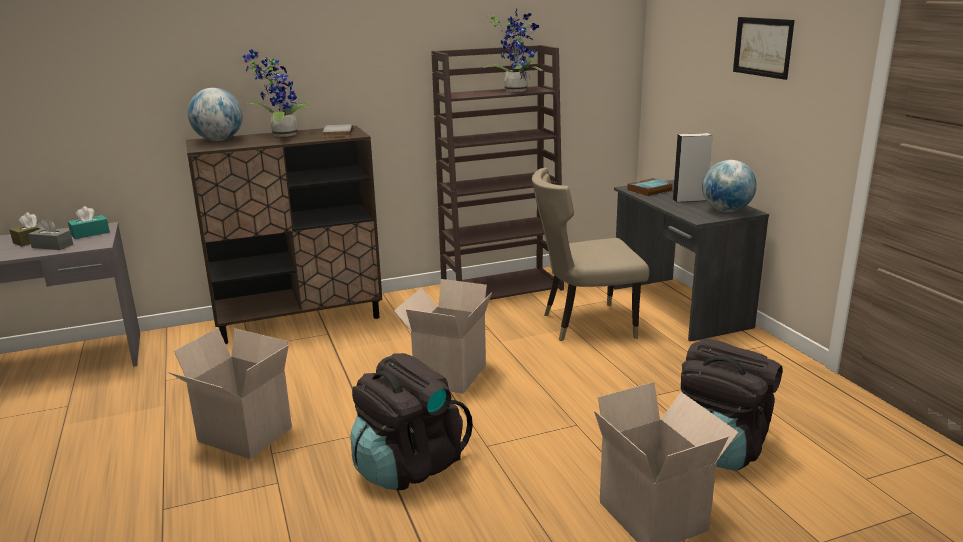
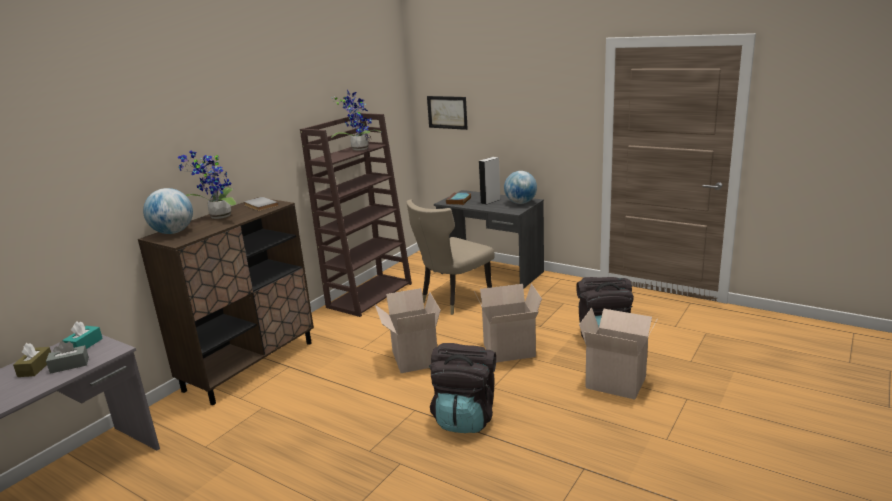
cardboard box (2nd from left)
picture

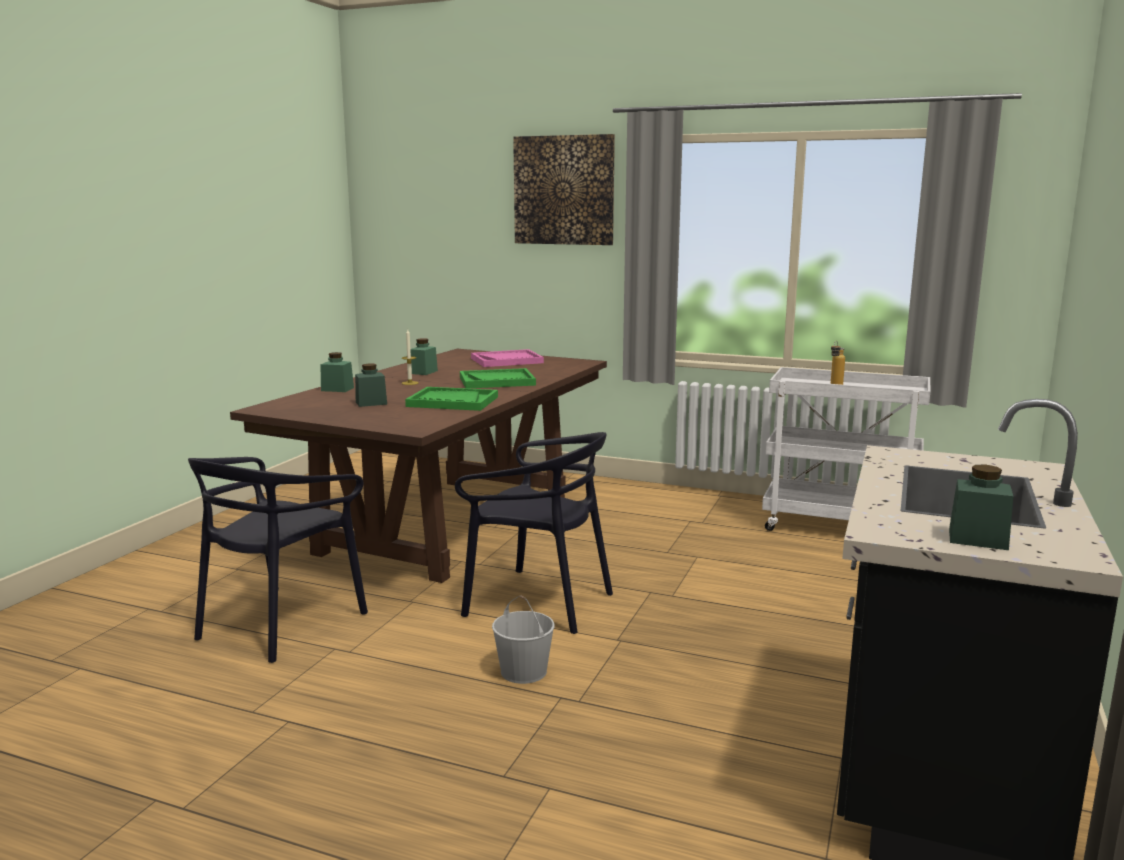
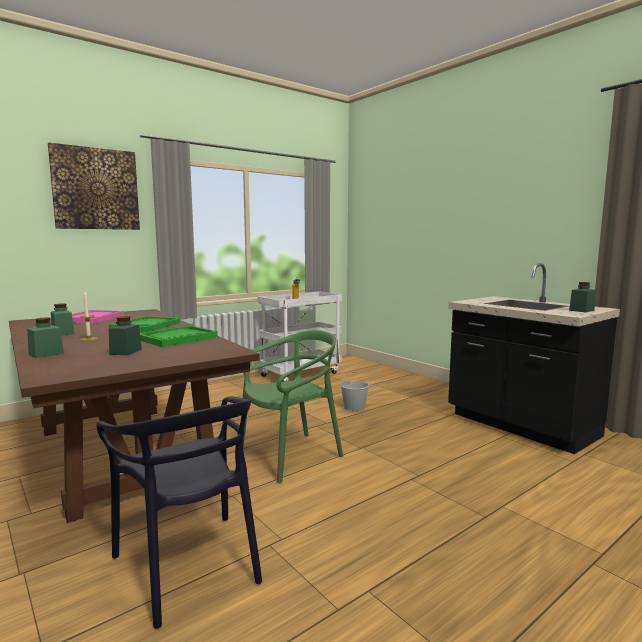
white bucket
green chair

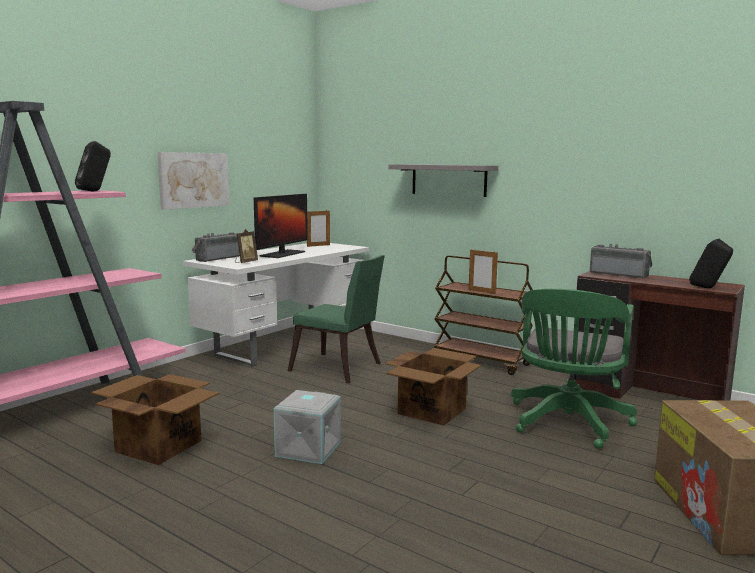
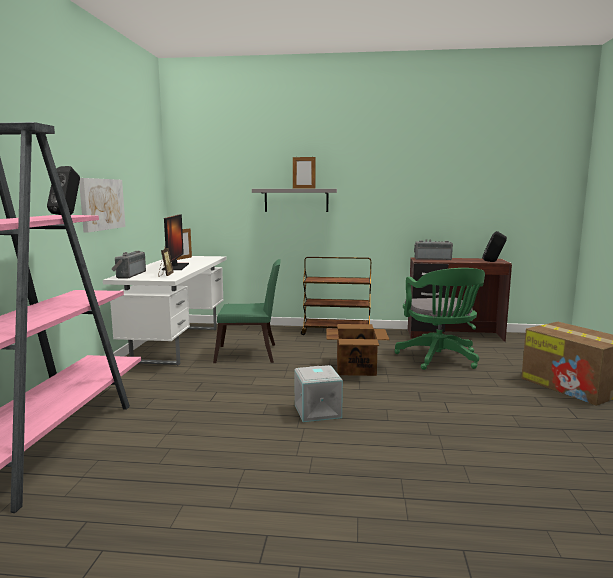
cardboard box (1st from left in the first image)
picture frame (3rd from left)

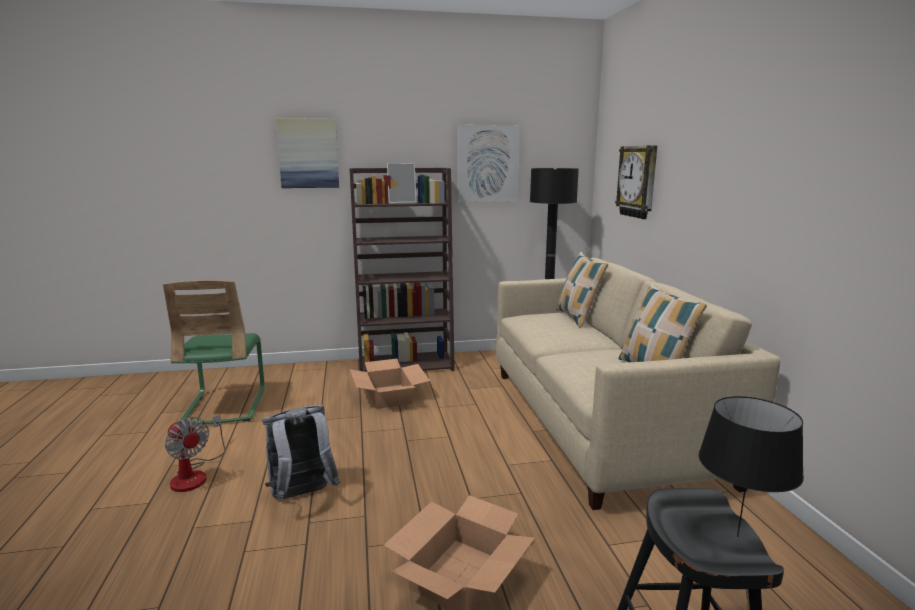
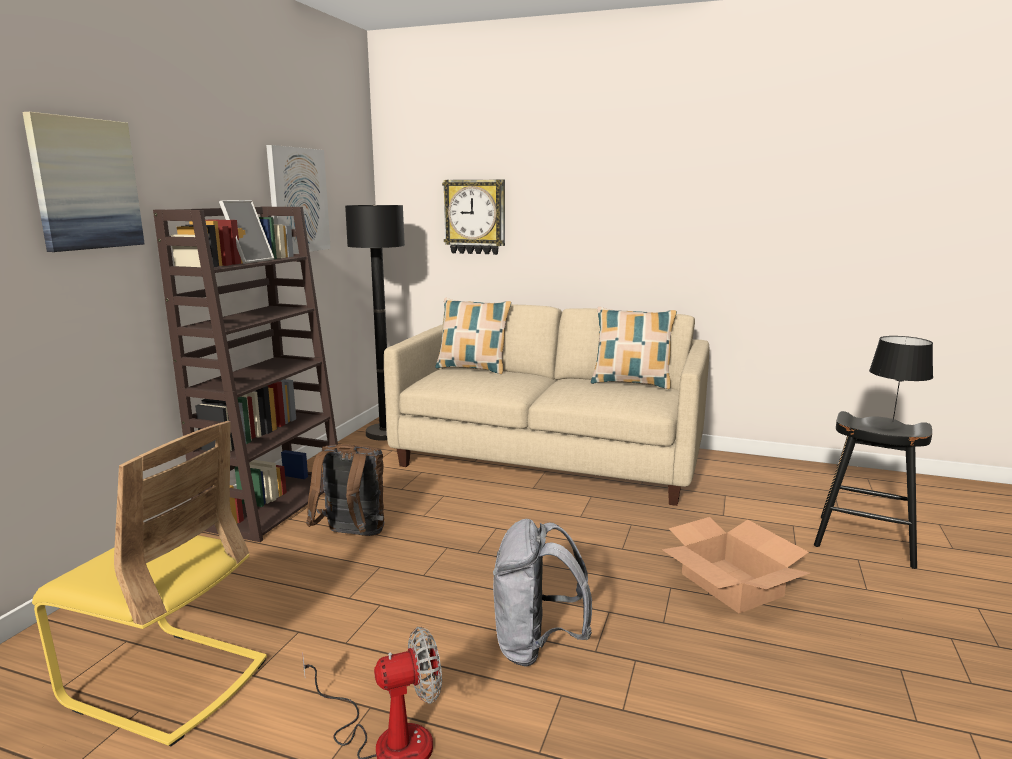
brown backpack
yellow chair

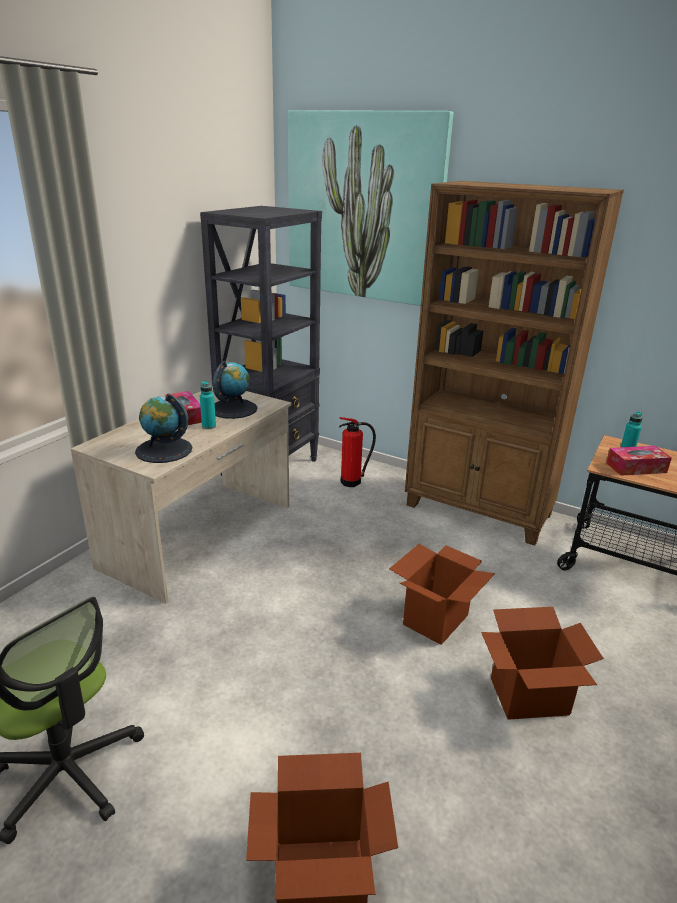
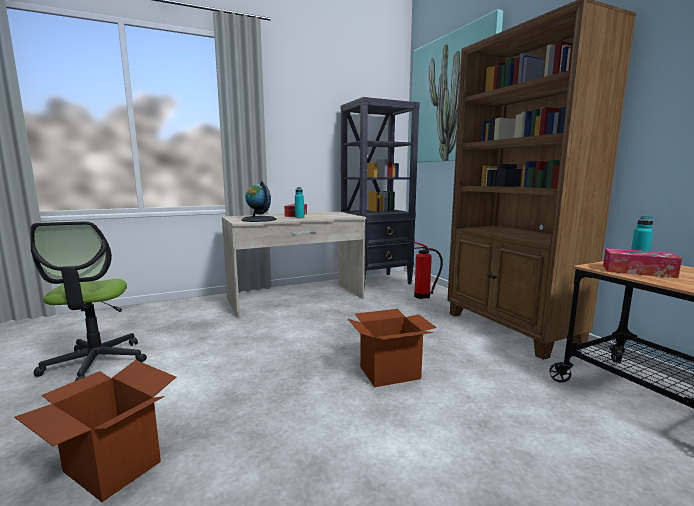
globe (2nd from left in the first image)
cardboard box (3rd from left in the first image)

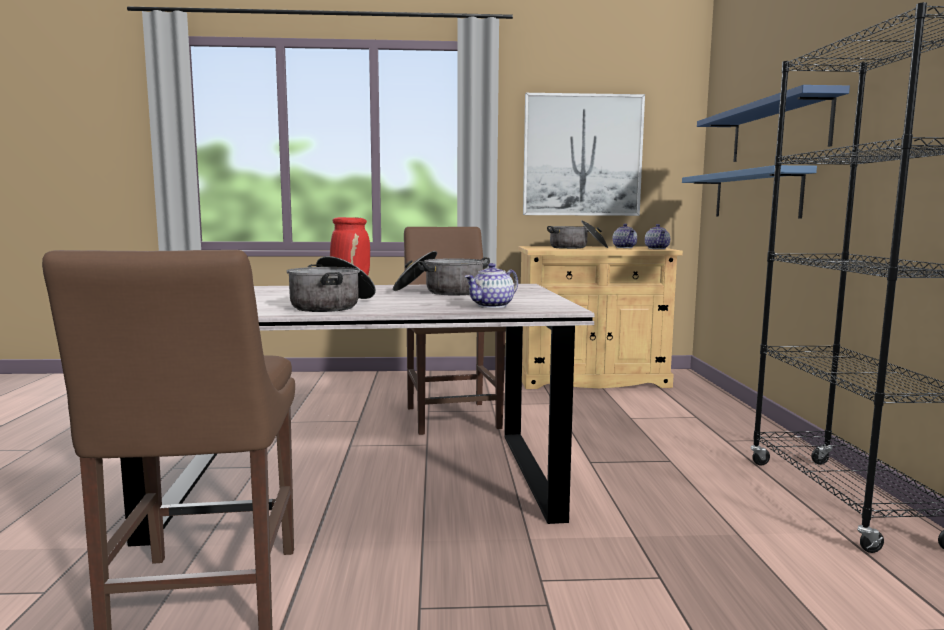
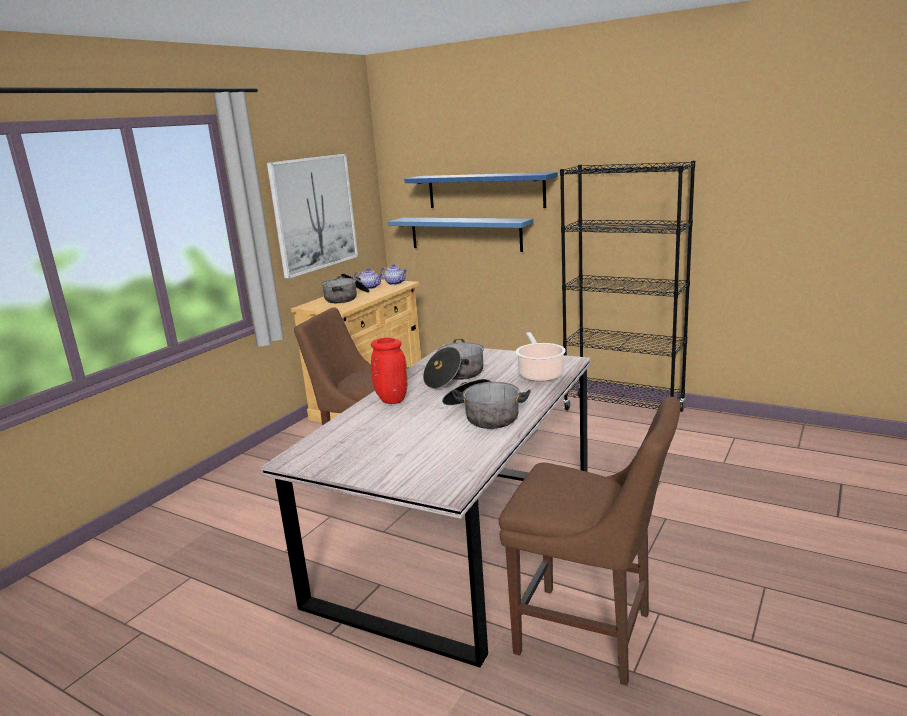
cooking pot (4th from left)

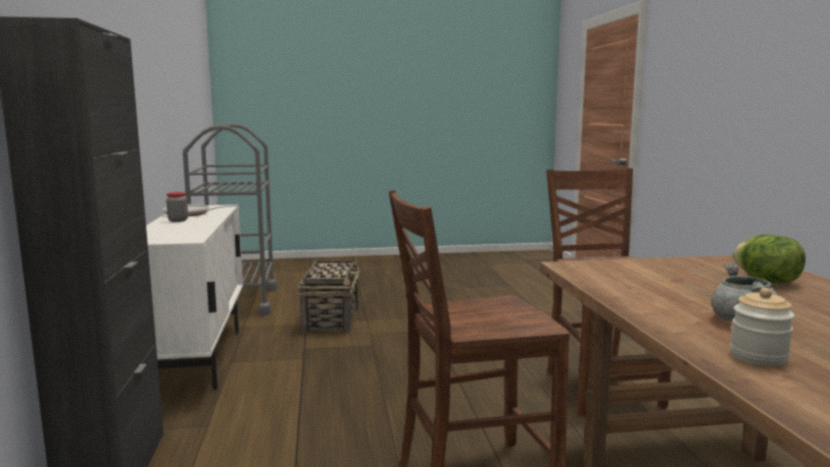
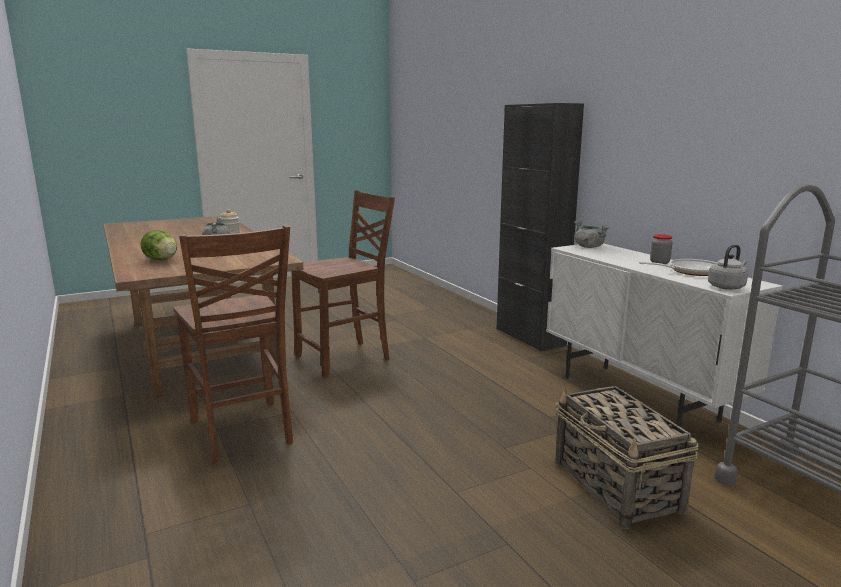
grey cooking pot (2nd from left)
grey kettle

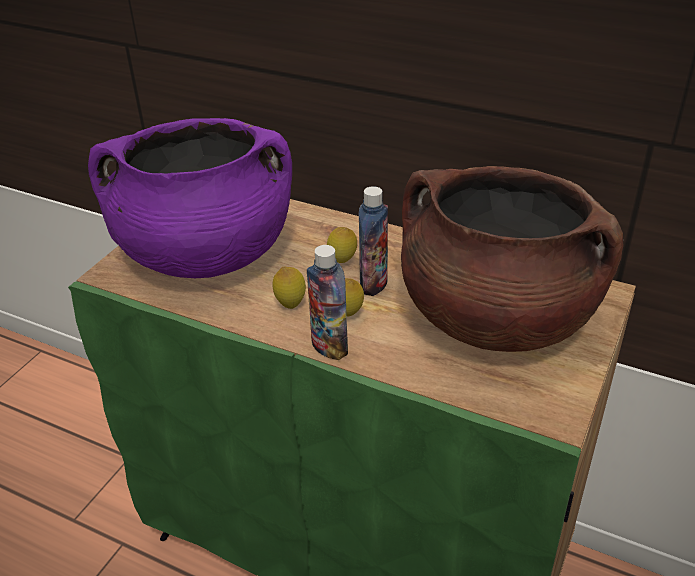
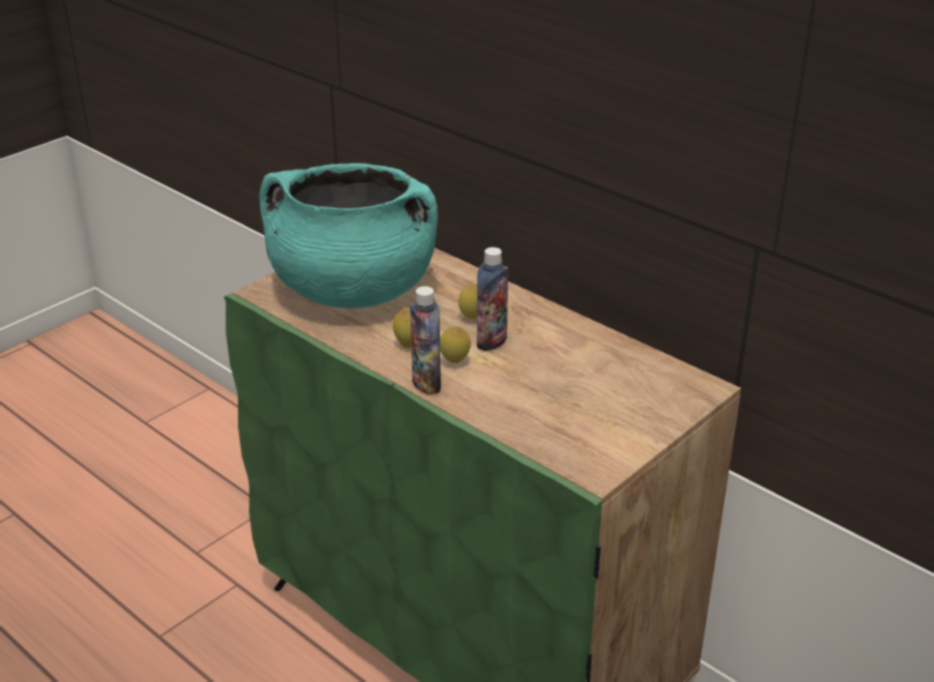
brown cooking pot
turquoise cooking pot

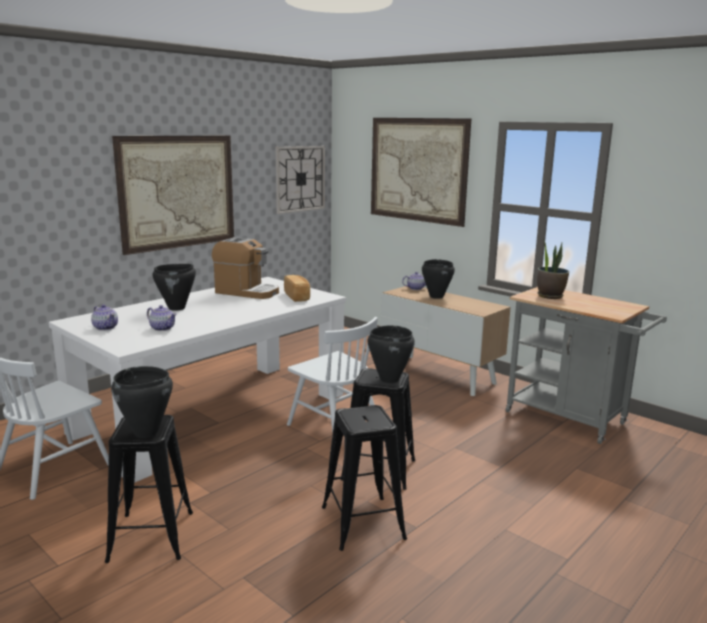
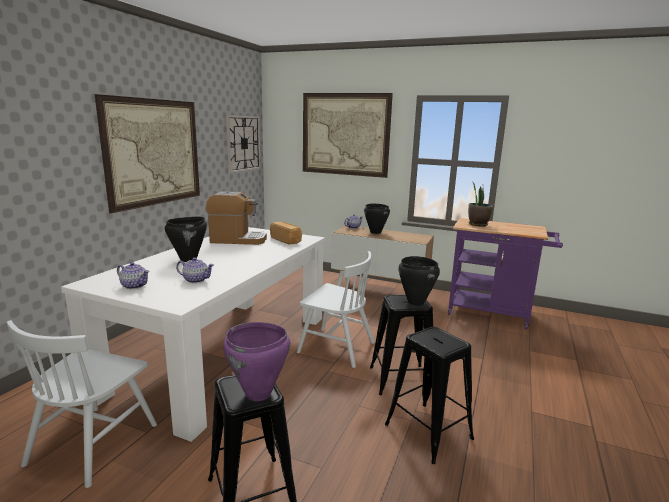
purple cooking pot
purple cart

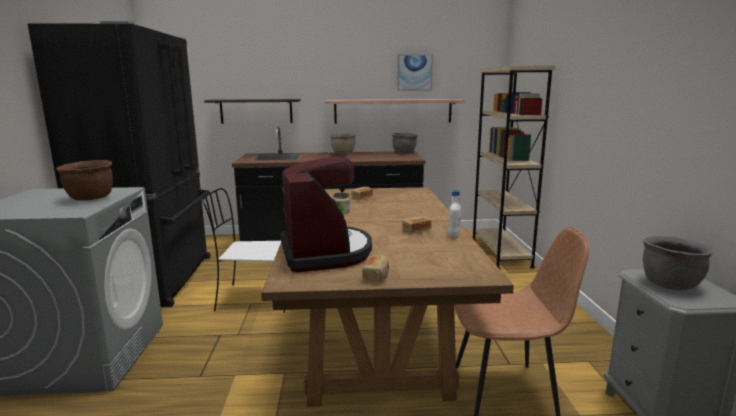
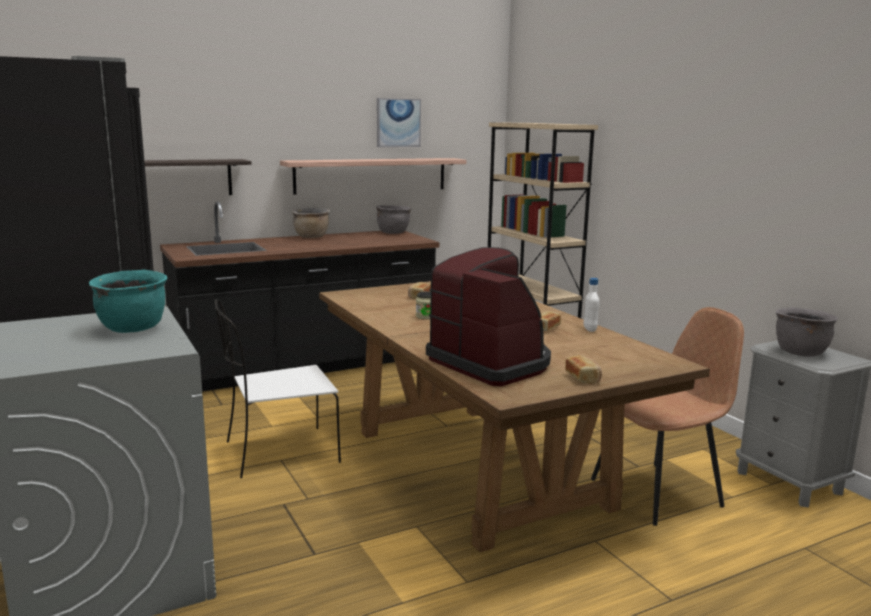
turquoise cooking pot

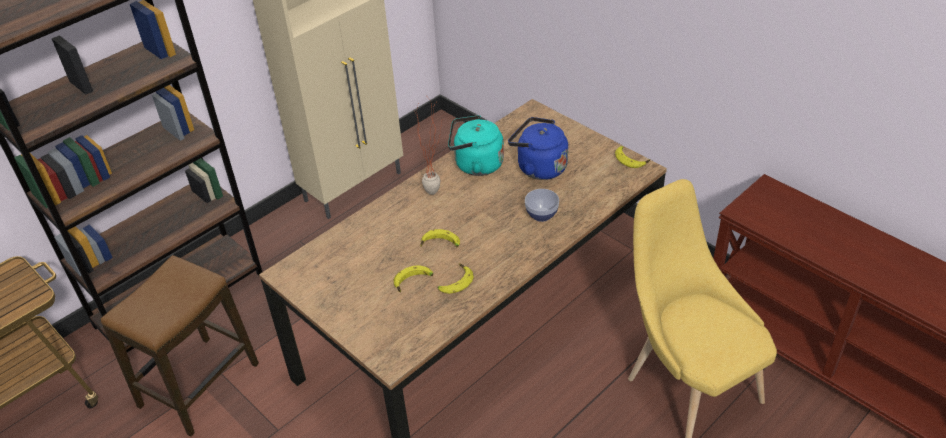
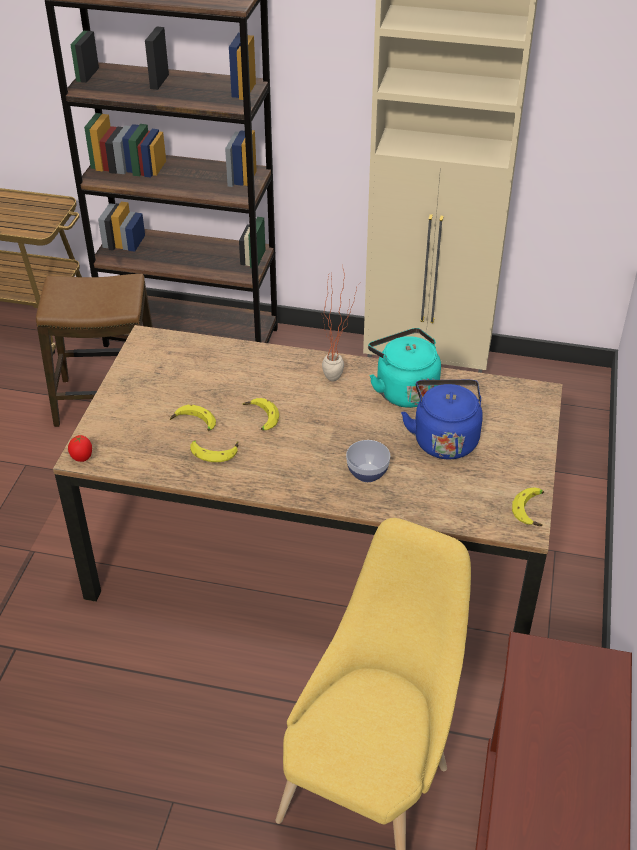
tomato

